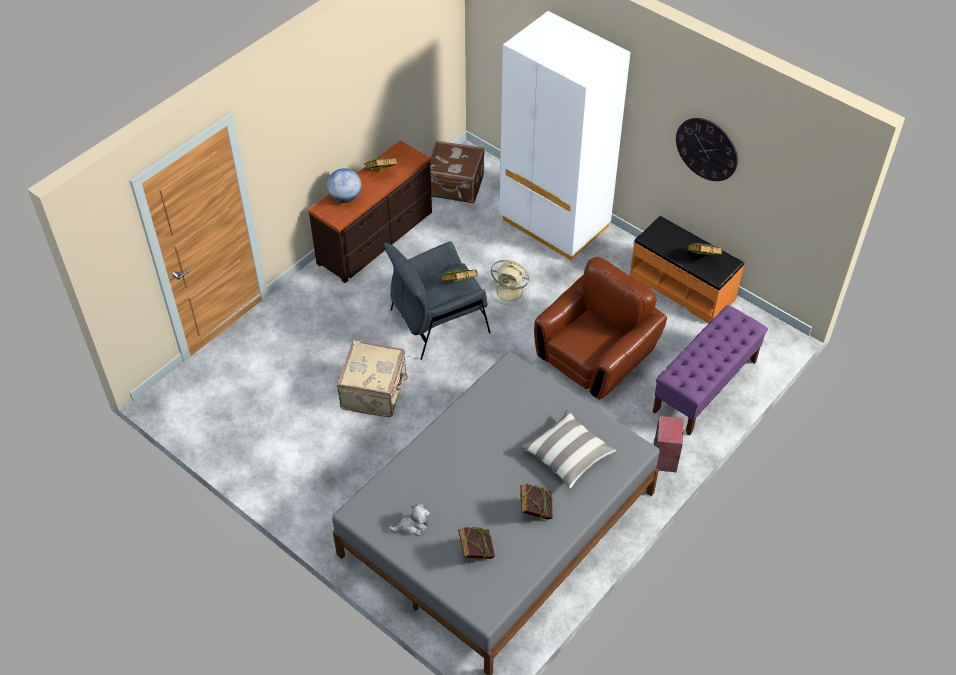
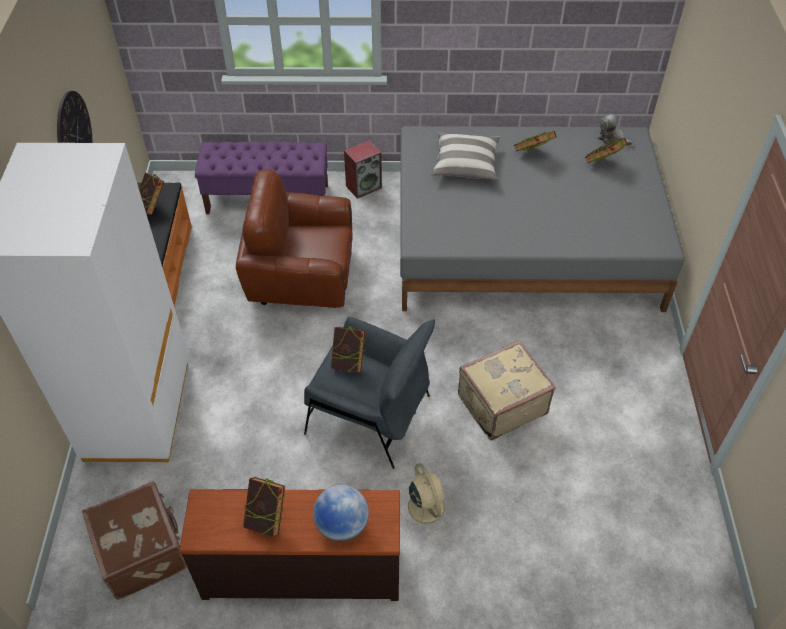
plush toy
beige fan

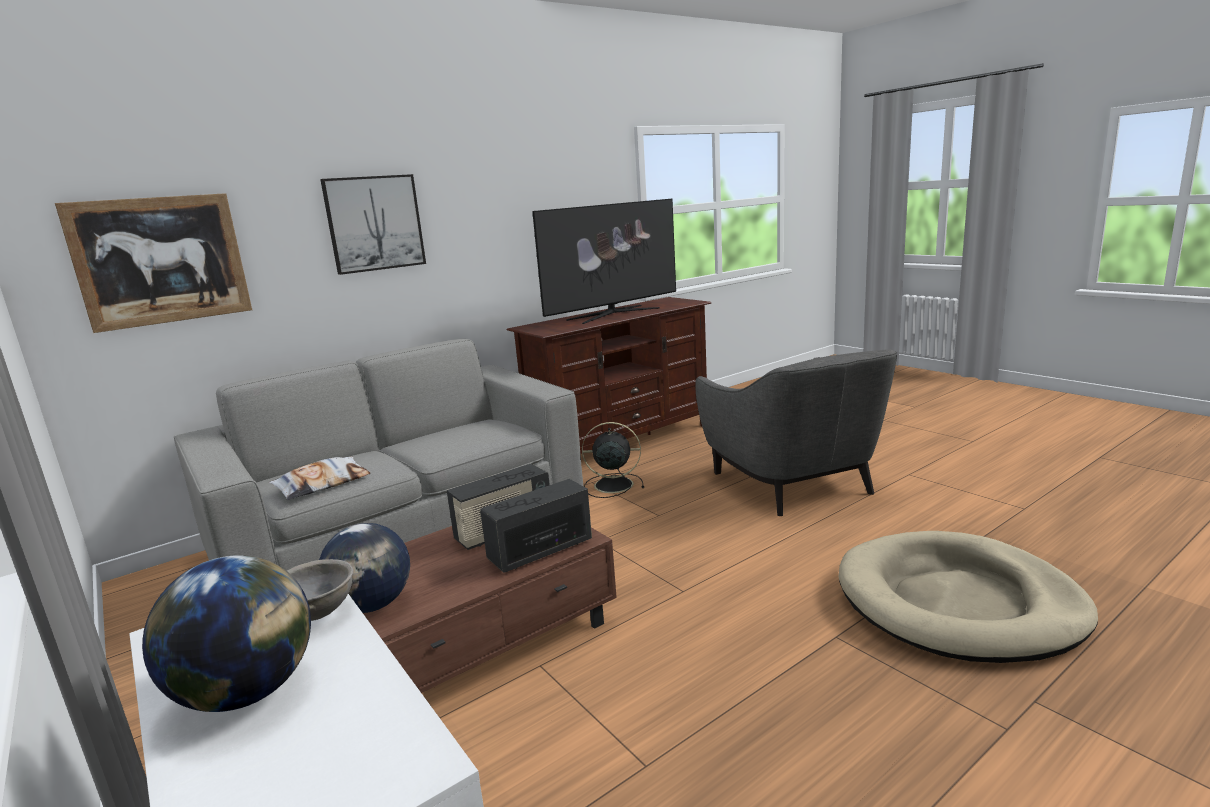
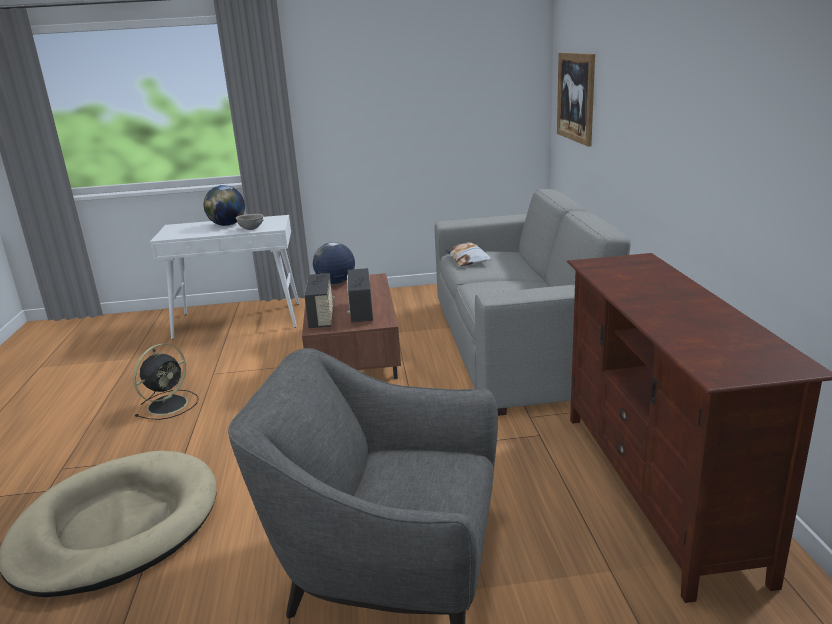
picture (2nd from left in the first image)
television
black fan

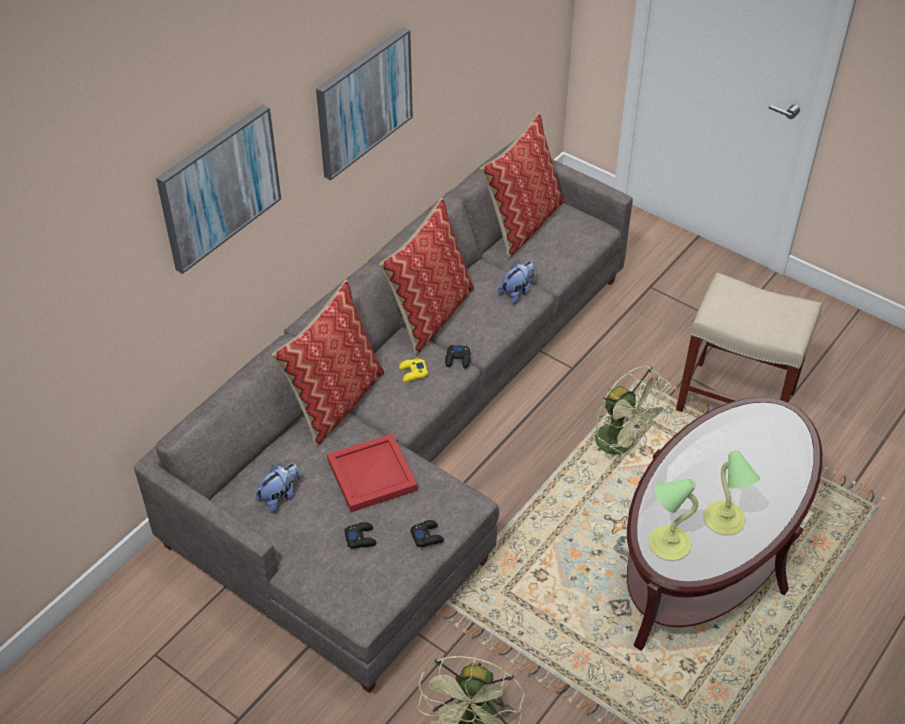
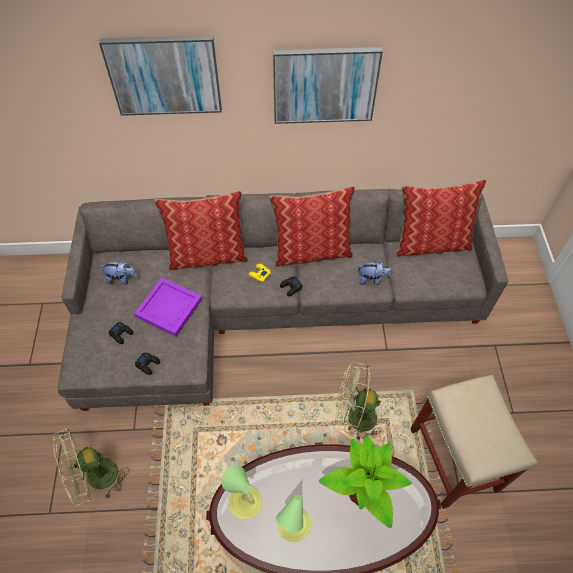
potted plant
purple tray
green fan (2nd from left)

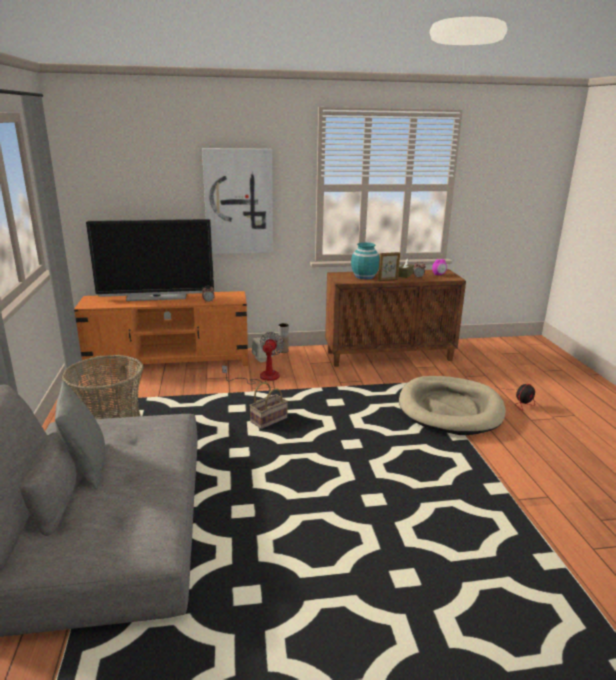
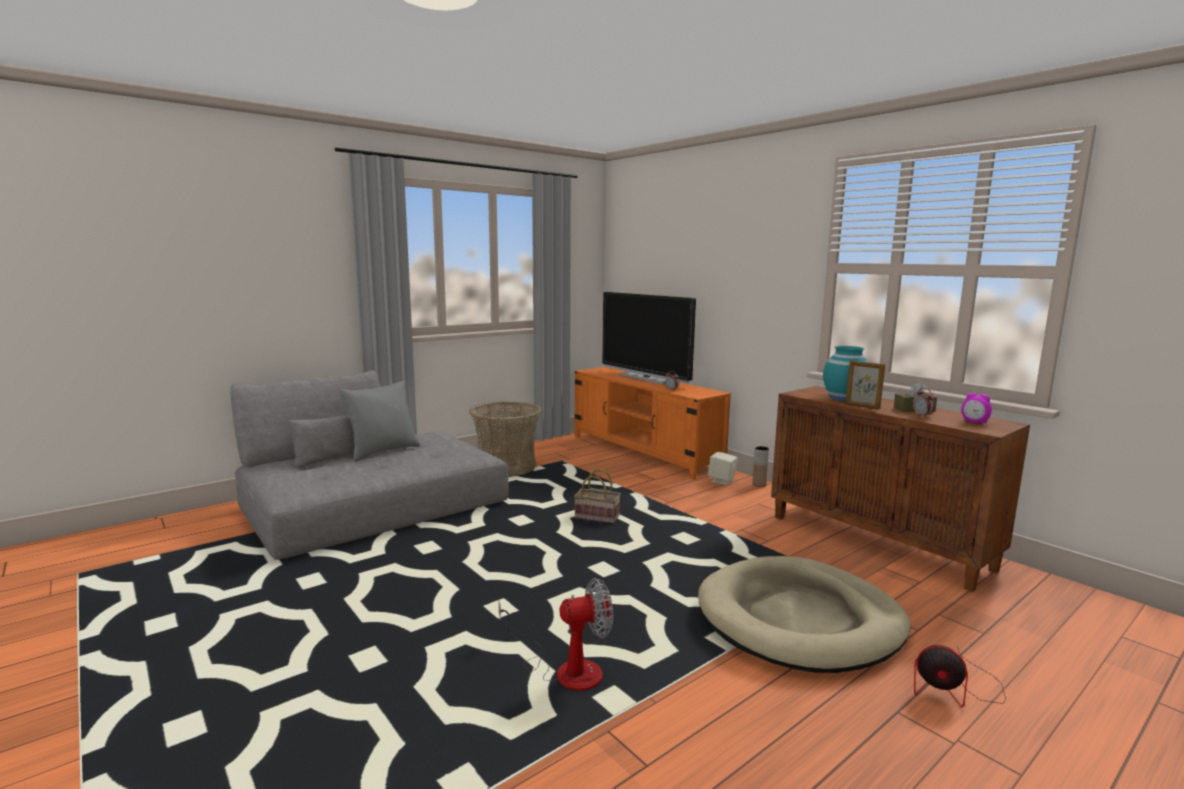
picture
fan (1st from left)

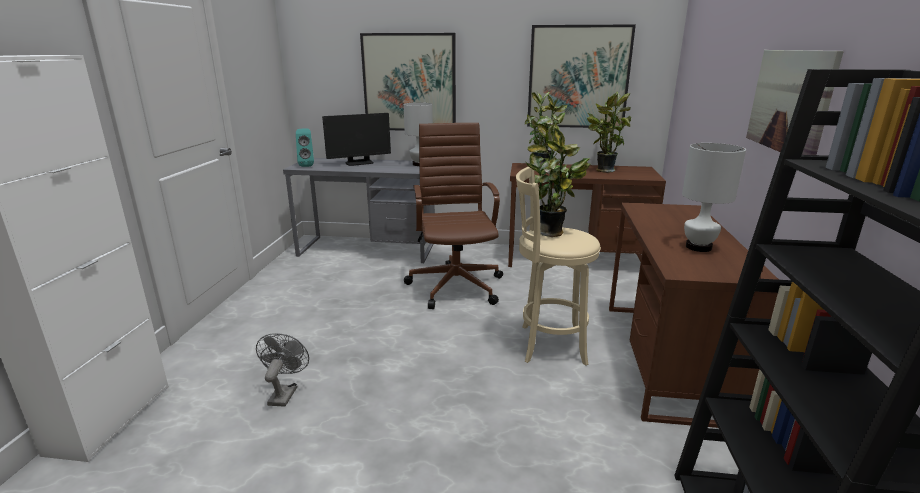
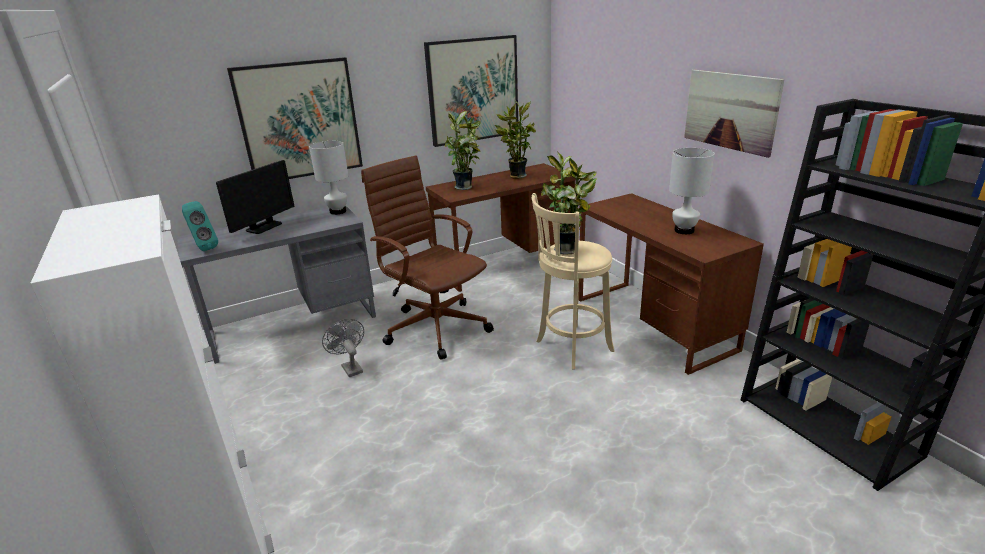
grey fan

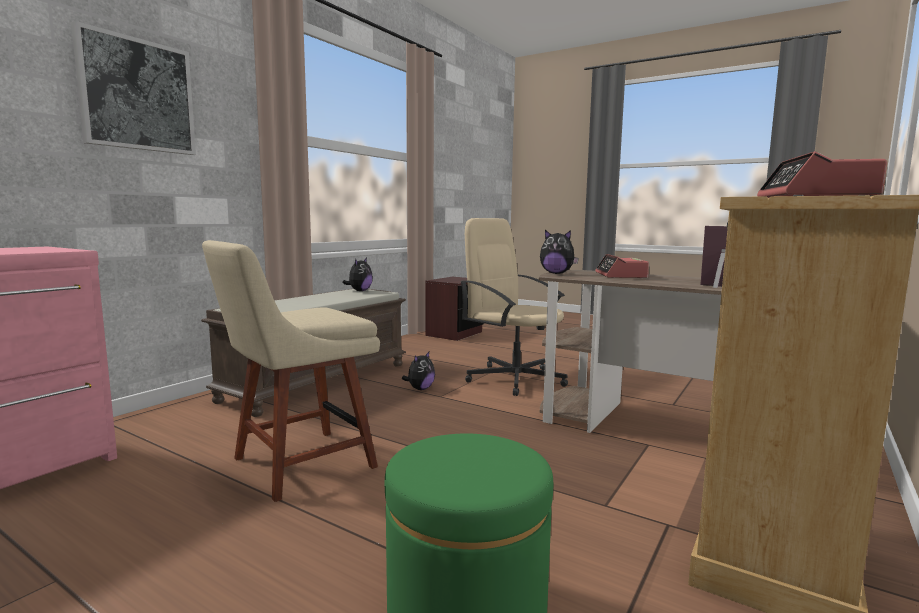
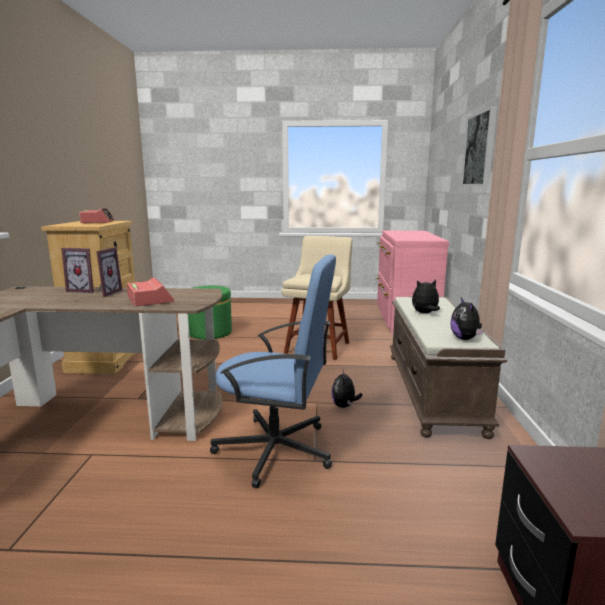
picture frame (2nd from left)
plush toy (2nd from left)
blue office chair

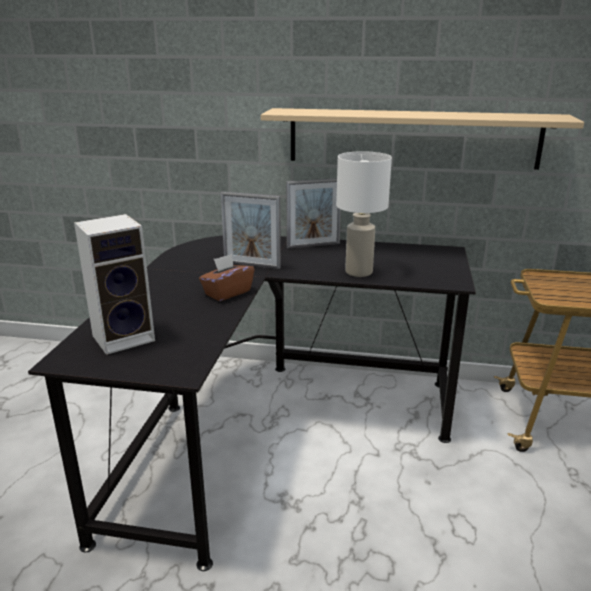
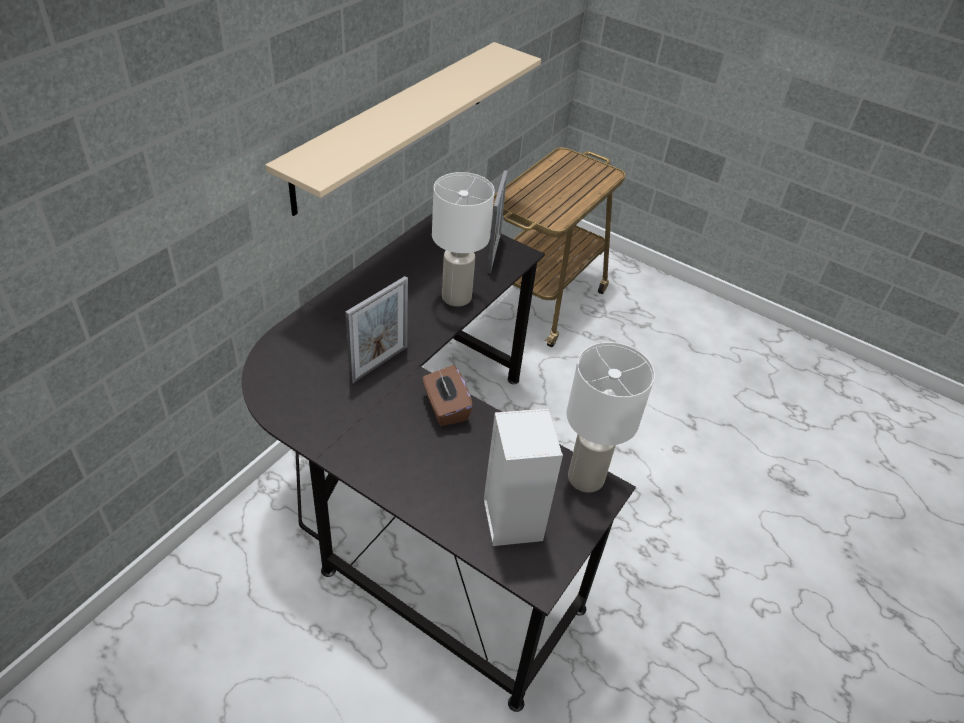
white table lamp (2nd from left)
picture frame (2nd from left)

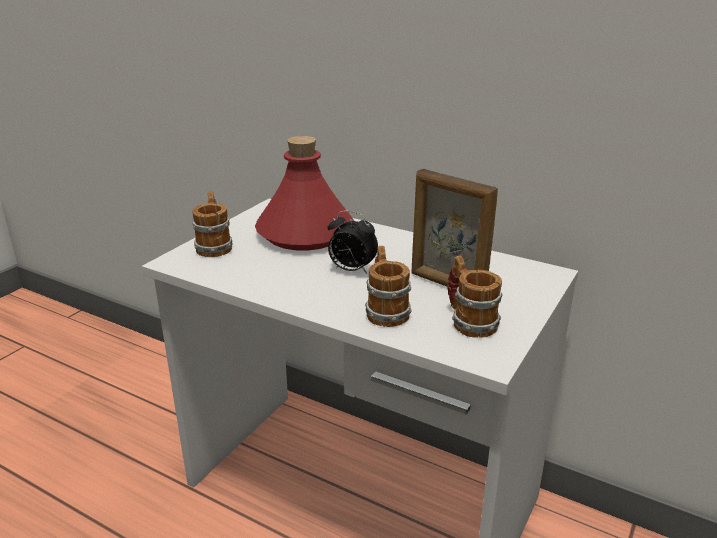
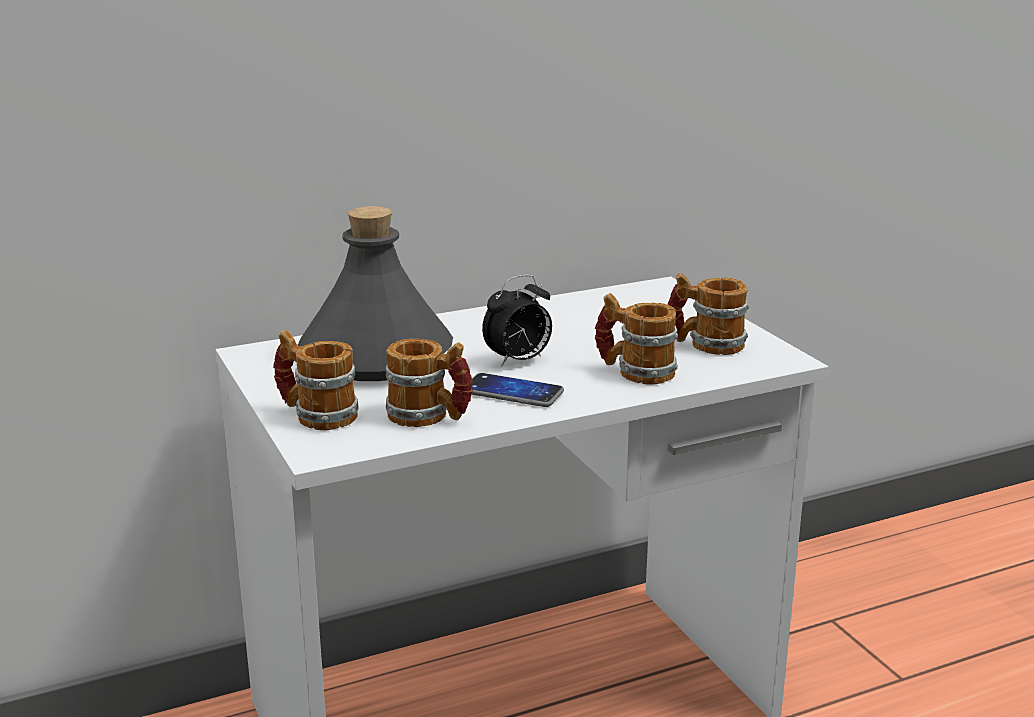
picture frame
mug (2nd from left)
phone
grey bottle

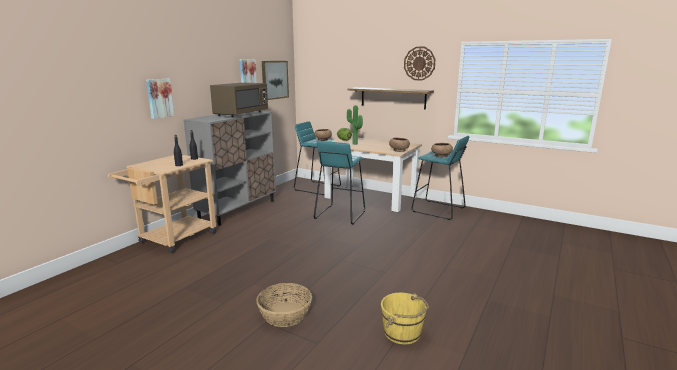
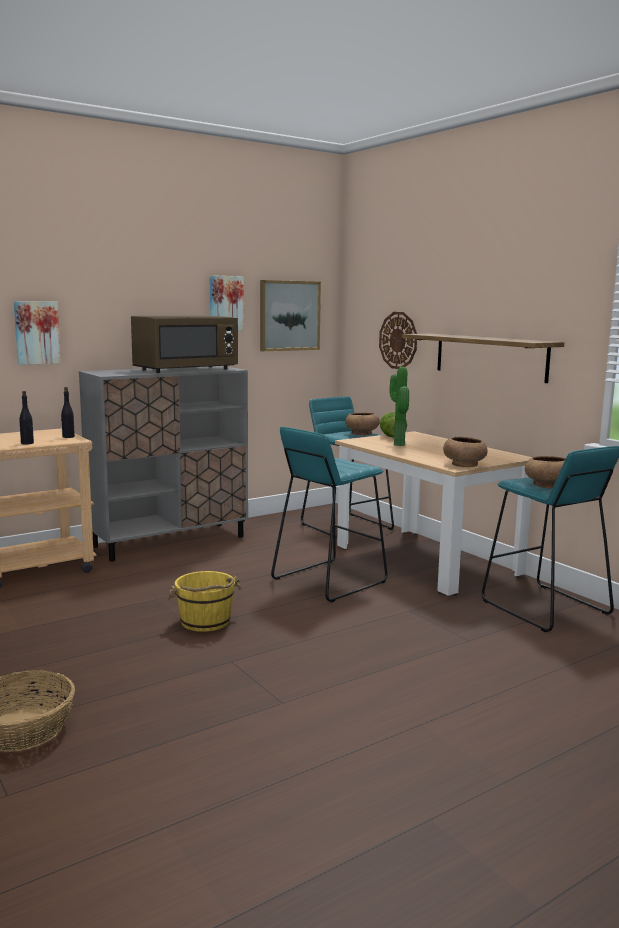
yellow bucket
wall clock

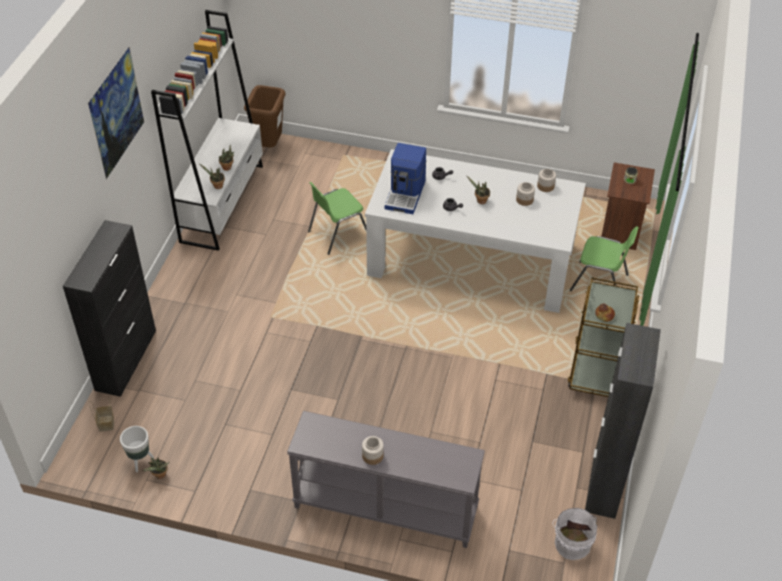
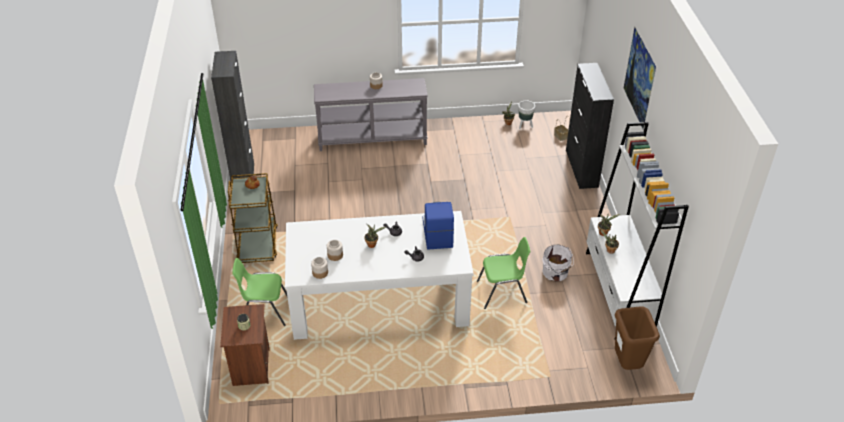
white bucket
green chair (2nd from left)

